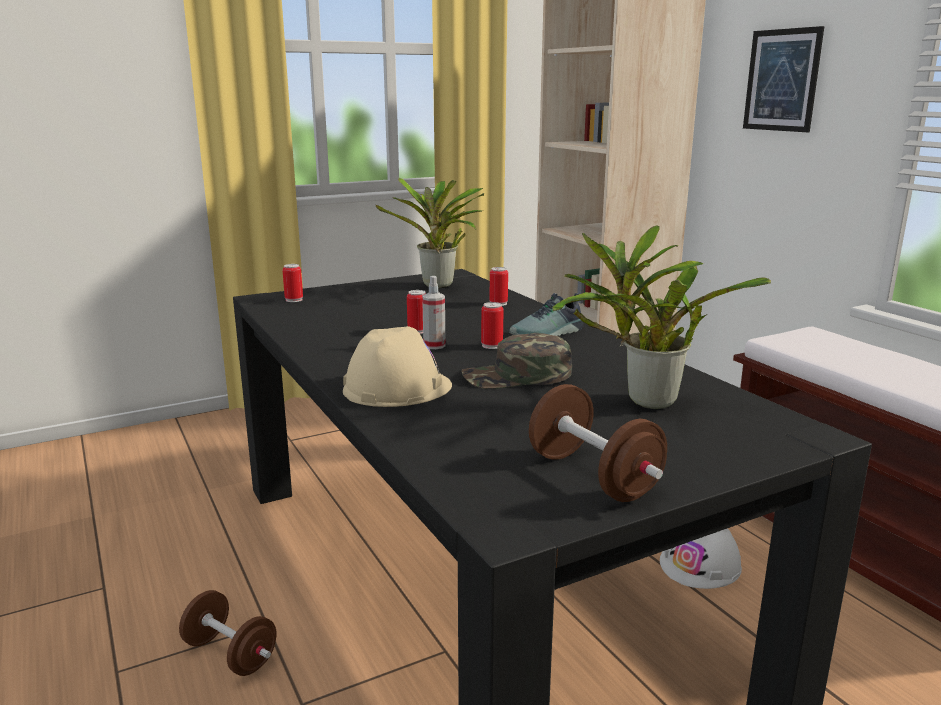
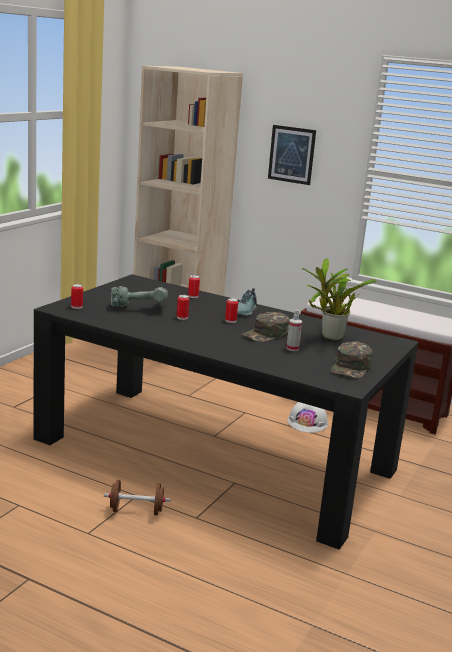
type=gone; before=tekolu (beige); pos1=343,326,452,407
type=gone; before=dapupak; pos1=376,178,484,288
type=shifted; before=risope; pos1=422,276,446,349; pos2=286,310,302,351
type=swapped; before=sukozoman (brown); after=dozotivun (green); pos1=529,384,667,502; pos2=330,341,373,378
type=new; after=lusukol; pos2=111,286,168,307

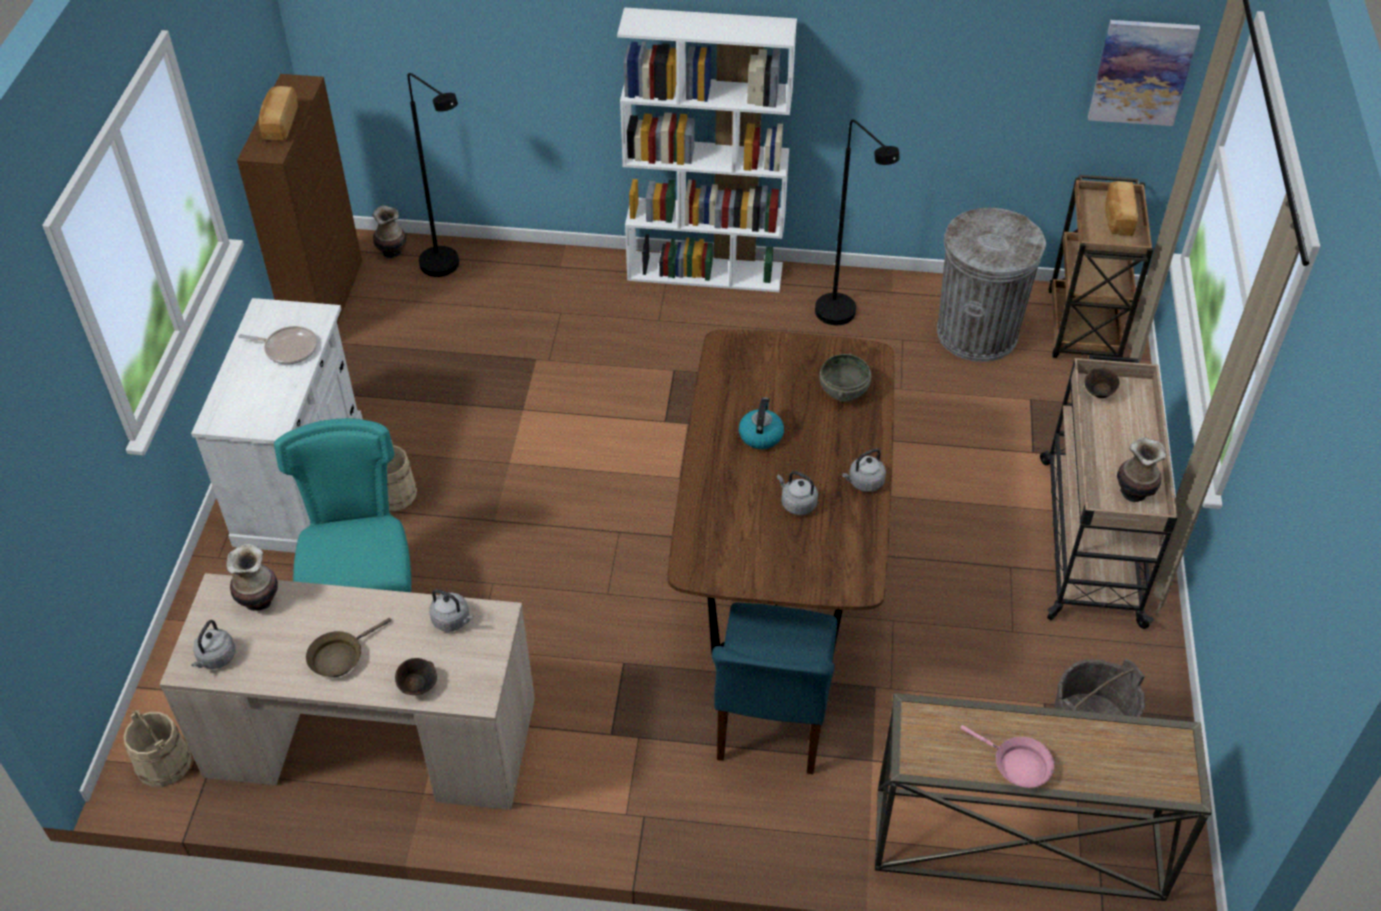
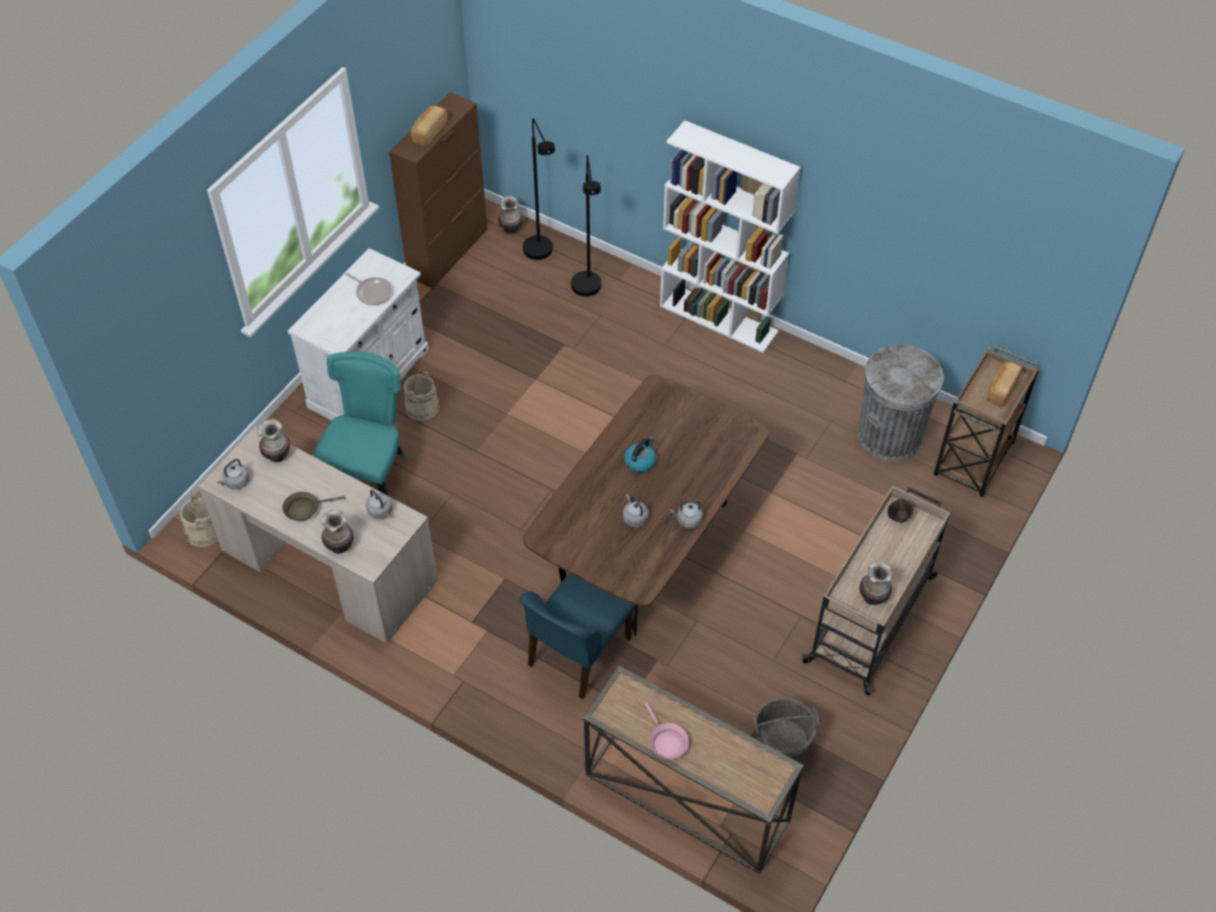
type=swapped; before=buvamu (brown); after=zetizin; pos1=395,658,437,695; pos2=321,510,354,554
type=shifted; before=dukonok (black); pos1=815,119,900,325; pos2=571,155,601,297
type=gone; before=buvamu (grey); pos1=819,354,871,402
type=gone; before=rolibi; pos1=1088,20,1200,126

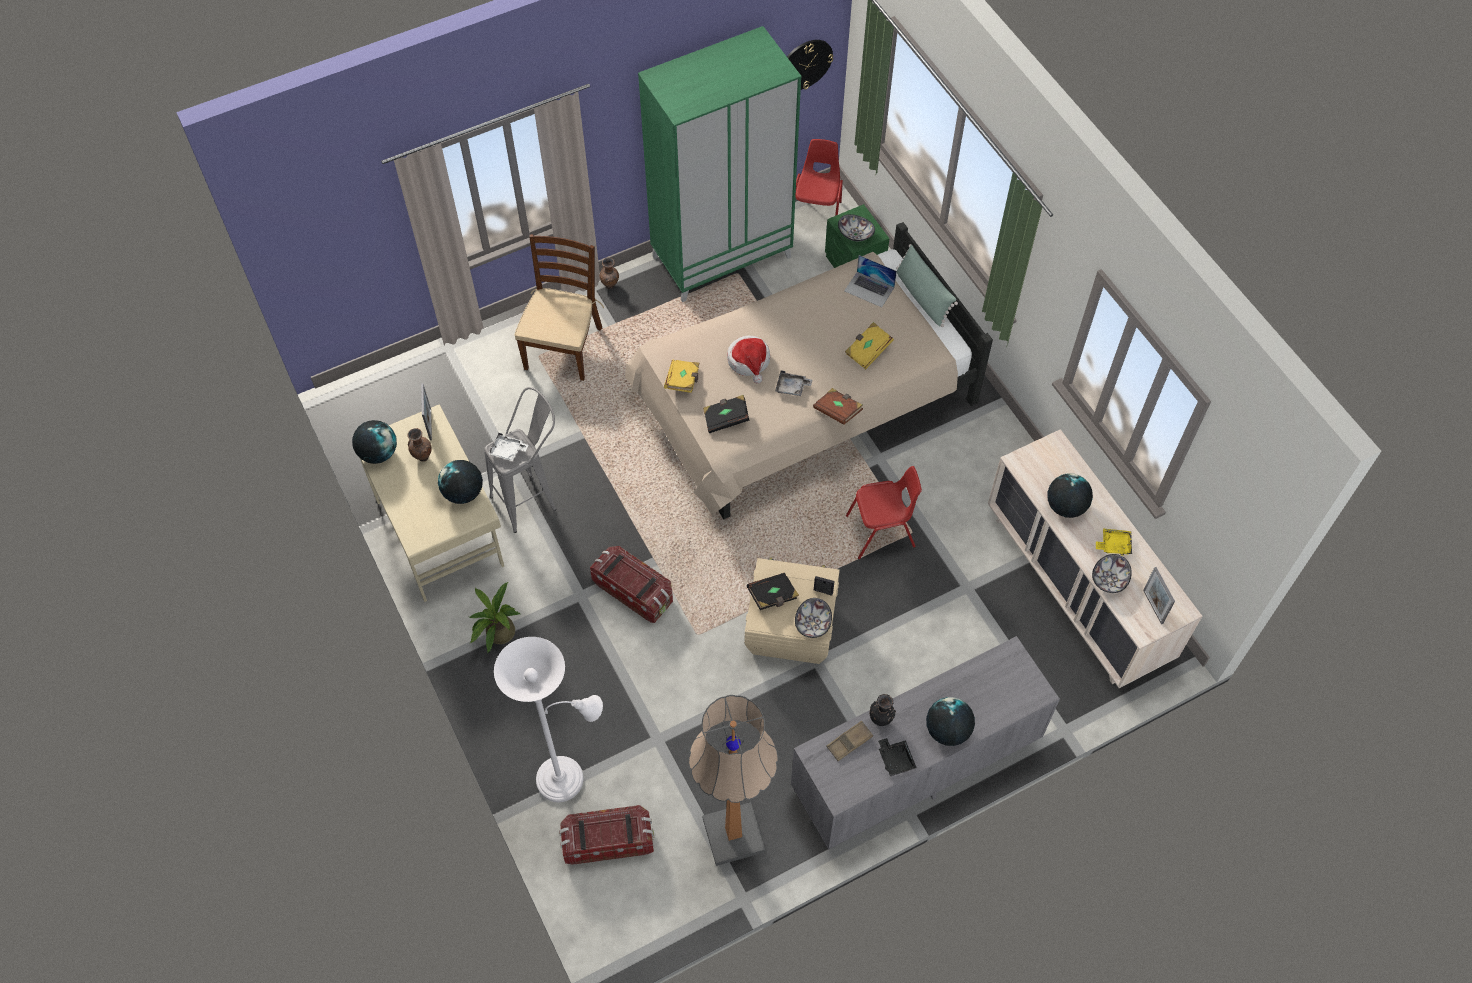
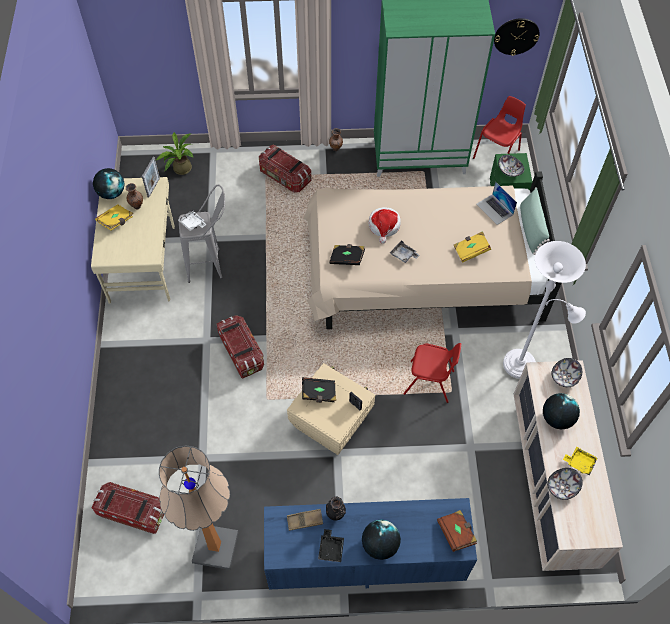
type=gone; before=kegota; pos1=438,460,483,504
type=shifted; before=dapupak; pos1=469,582,520,653; pos2=156,132,194,175
type=shifted; before=dukonok (white); pos1=494,637,603,802; pos2=503,241,586,379
type=swapped; before=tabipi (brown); after=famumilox; pos1=514,234,604,381; pos2=259,145,311,193
type=shifted; before=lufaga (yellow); pos1=664,360,700,393; pos2=95,204,133,231
type=repainted; before=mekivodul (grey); after=mekivodul (blue); pos1=791,636,1060,850; pos2=264,498,477,589
type=shifted; before=buvamu; pos1=795,598,832,638; pos2=551,358,582,387
type=shifted; before=lufaga (brown); pos1=813,388,863,425; pos2=437,510,477,552
type=gone; before=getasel; pos1=1143,567,1175,624

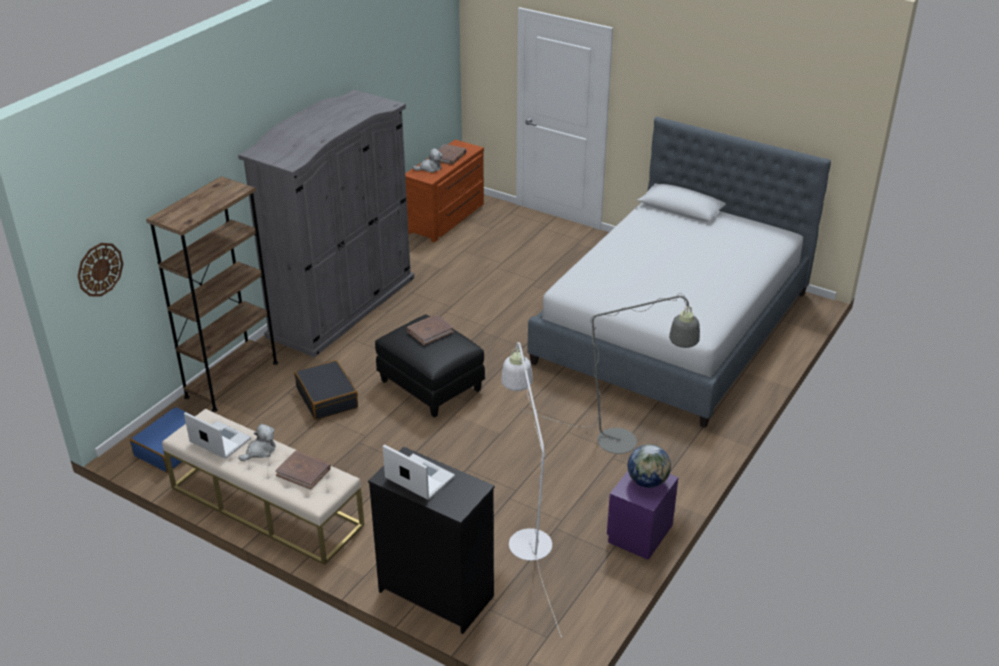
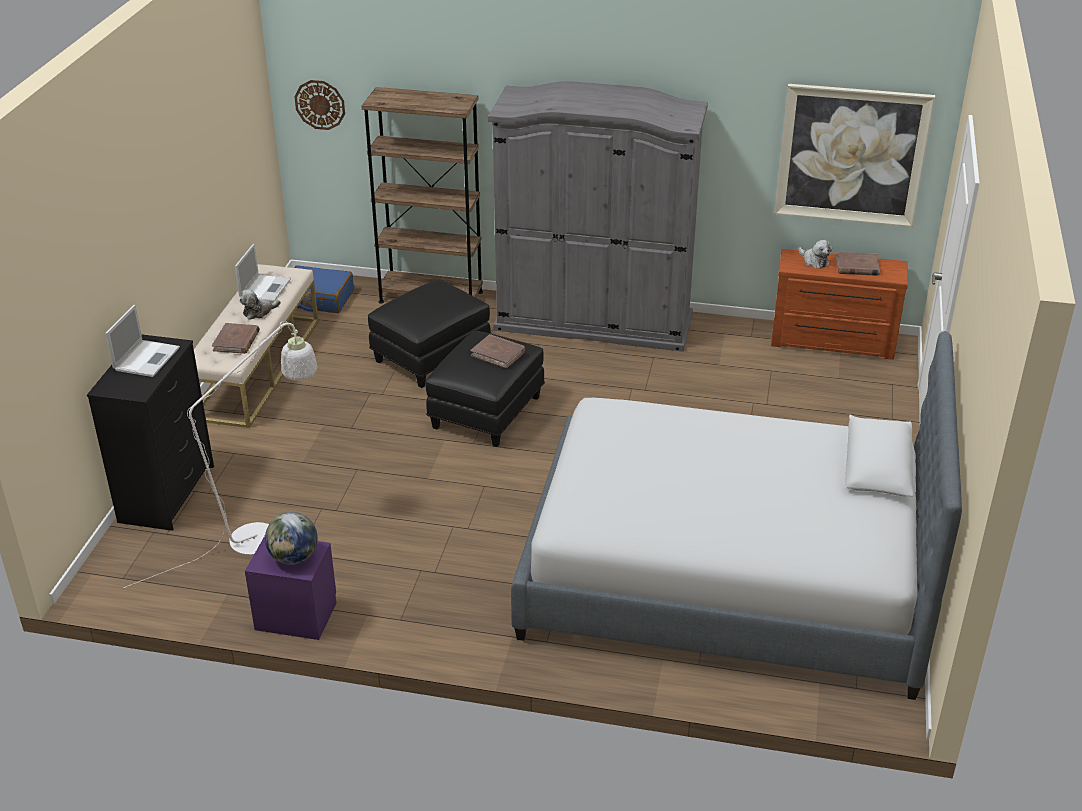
type=rotated; before=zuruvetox; pos1=239,424,276,461; pos2=240,290,281,320; turn=120
type=swapped; before=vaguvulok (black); after=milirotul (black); pos1=294,360,358,420; pos2=368,279,491,388
type=gone; before=dukonok (grey); pos1=521,293,700,454
type=new; after=rolibi; pos2=774,84,935,227

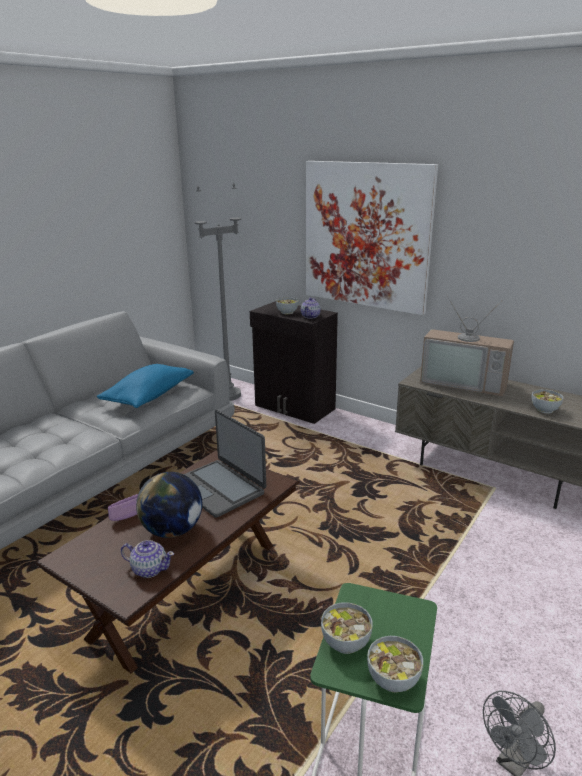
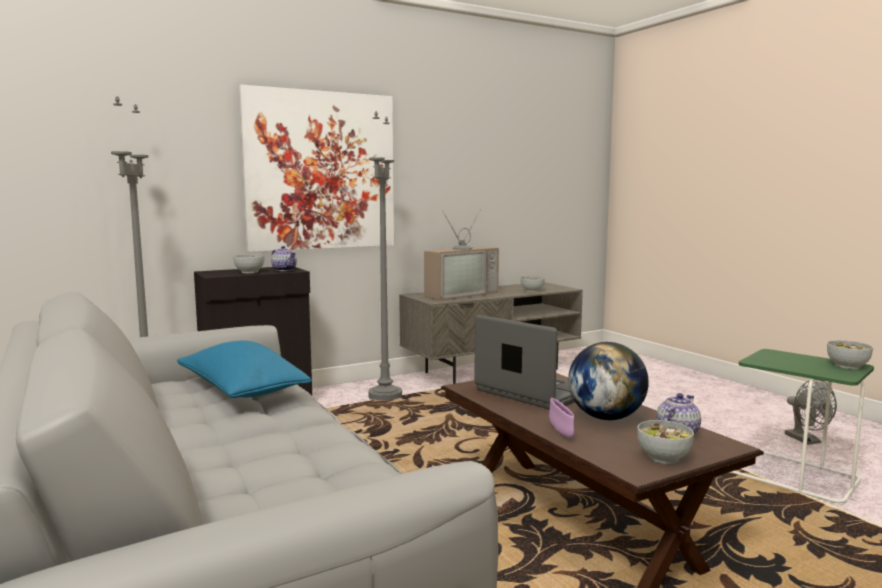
type=rotated; before=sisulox; pos1=184,410,266,518; pos2=474,315,575,409; turn=-120
type=shifted; before=buvamu; pos1=321,602,373,654; pos2=637,420,694,464
type=new; after=dukonok (grey); pos2=368,112,402,400

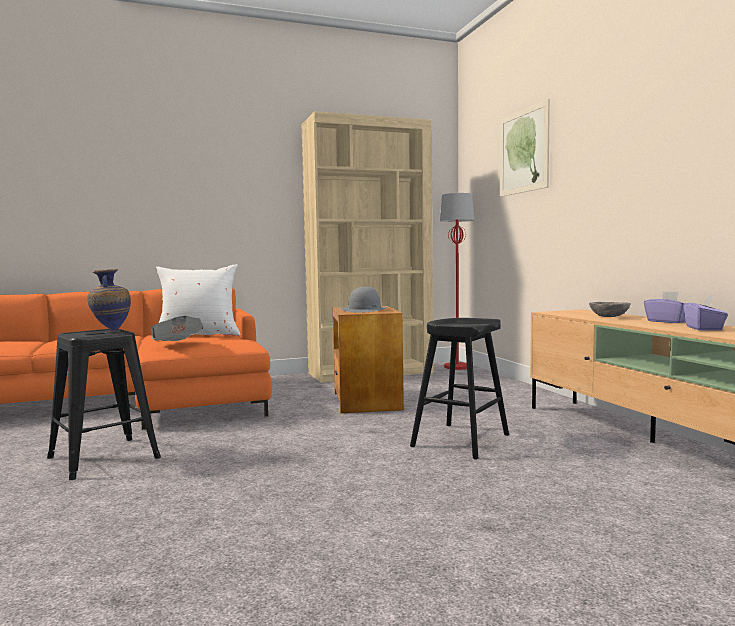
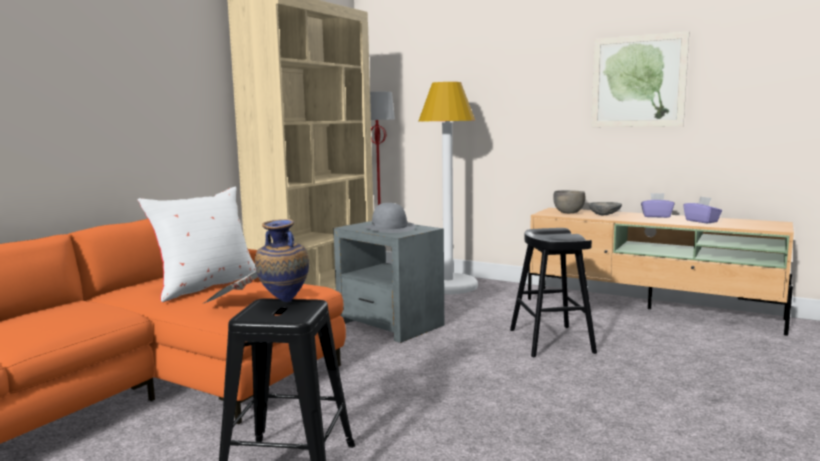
type=repainted; before=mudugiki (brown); after=mudugiki (grey); pos1=333,306,404,413; pos2=333,221,444,343
type=shifted; before=rolibi; pos1=500,99,550,197; pos2=591,31,689,127
type=new; after=dukonok (white); pos2=419,82,478,294
type=new; after=buvamu (grey); pos2=553,190,585,213

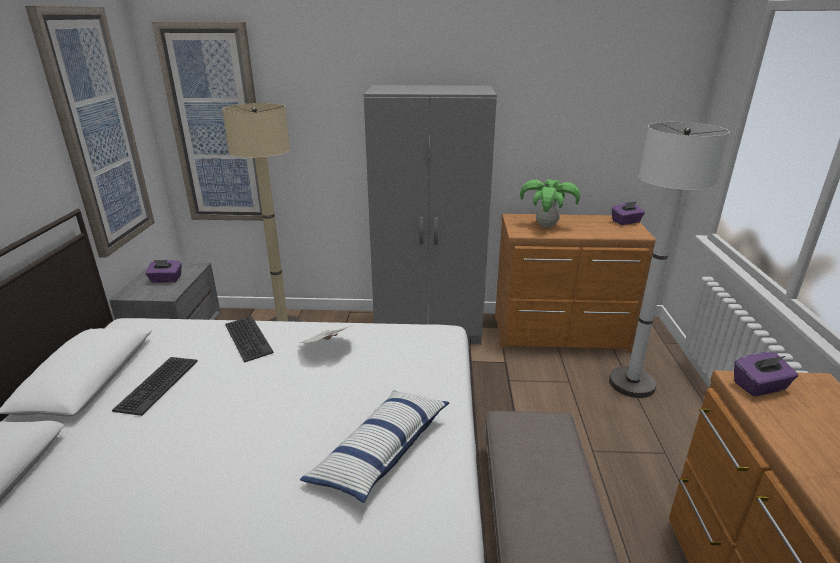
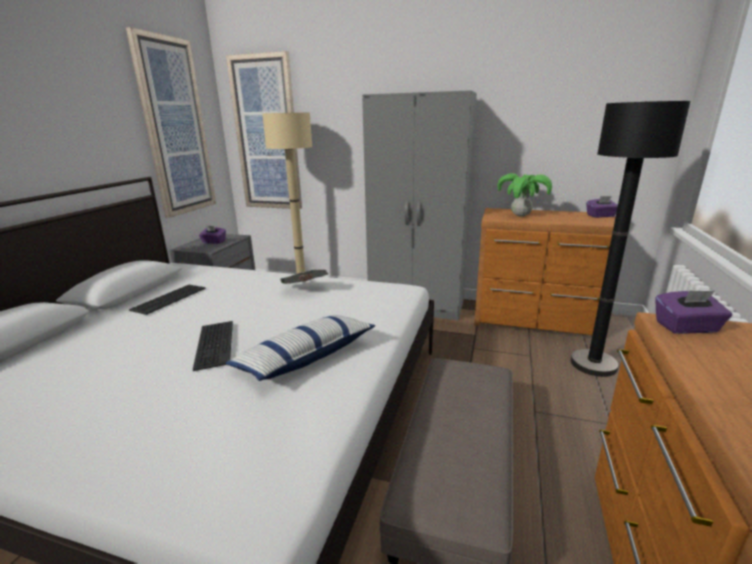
type=shifted; before=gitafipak; pos1=225,316,274,363; pos2=193,321,233,371
type=repainted; before=dukonok (white); after=dukonok (black); pos1=609,122,730,398; pos2=571,101,691,377

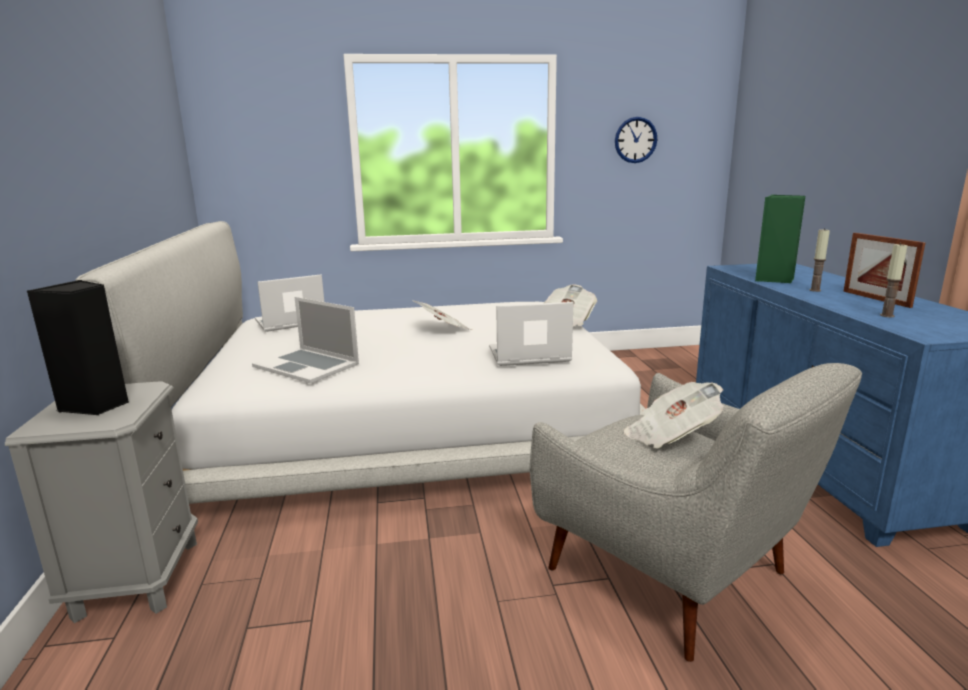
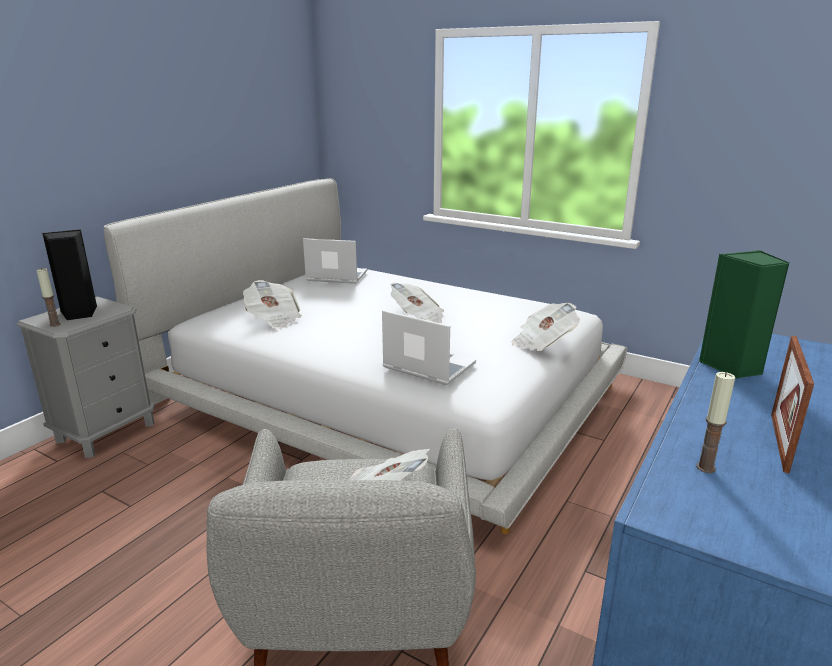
type=swapped; before=sisulox; after=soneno; pos1=252,297,359,383; pos2=243,280,302,329
type=gone; before=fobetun; pos1=615,117,657,163
type=shifted; before=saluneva; pos1=809,228,830,292; pos2=36,268,61,327

